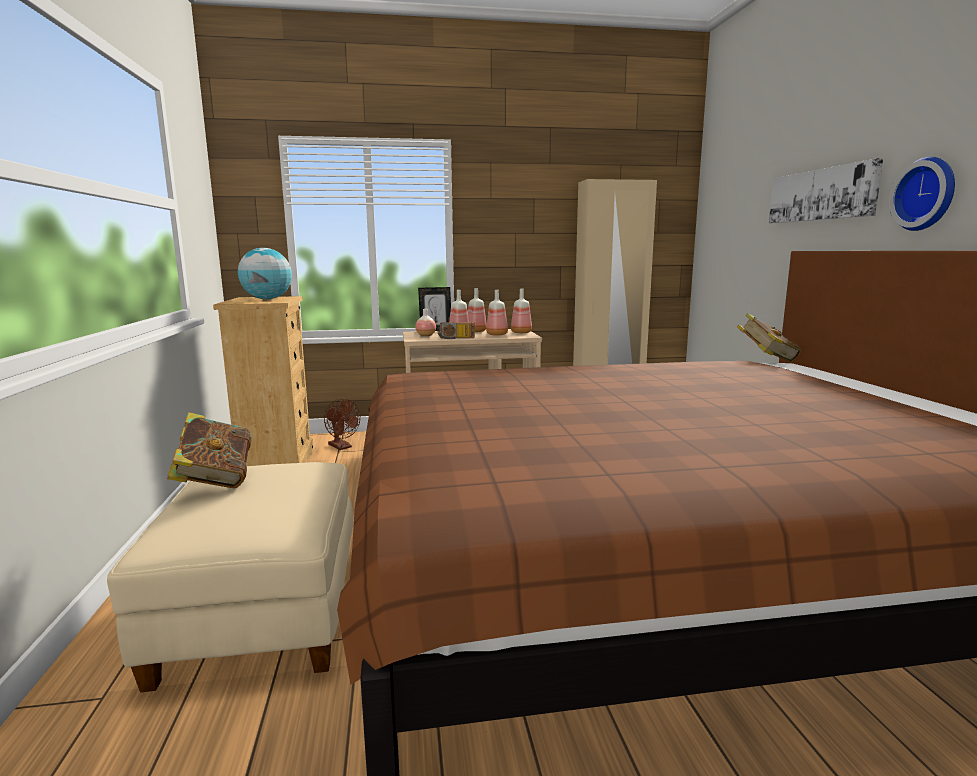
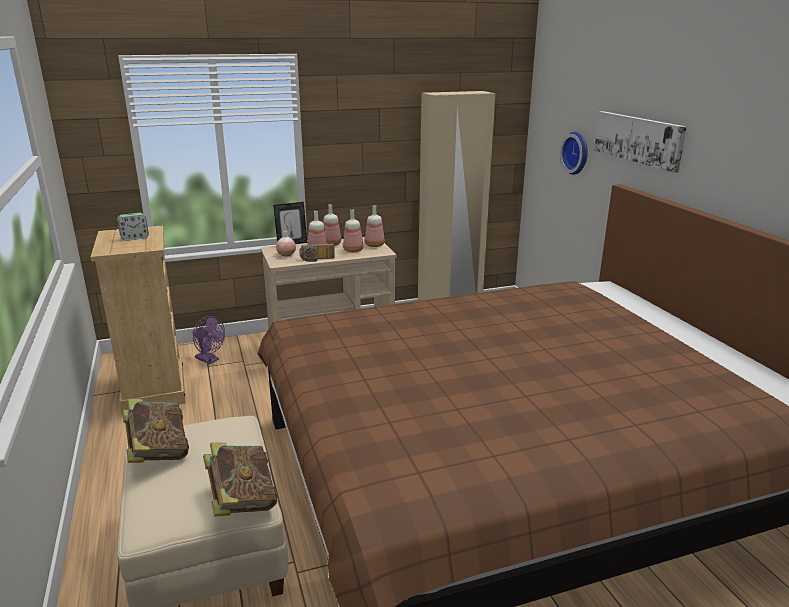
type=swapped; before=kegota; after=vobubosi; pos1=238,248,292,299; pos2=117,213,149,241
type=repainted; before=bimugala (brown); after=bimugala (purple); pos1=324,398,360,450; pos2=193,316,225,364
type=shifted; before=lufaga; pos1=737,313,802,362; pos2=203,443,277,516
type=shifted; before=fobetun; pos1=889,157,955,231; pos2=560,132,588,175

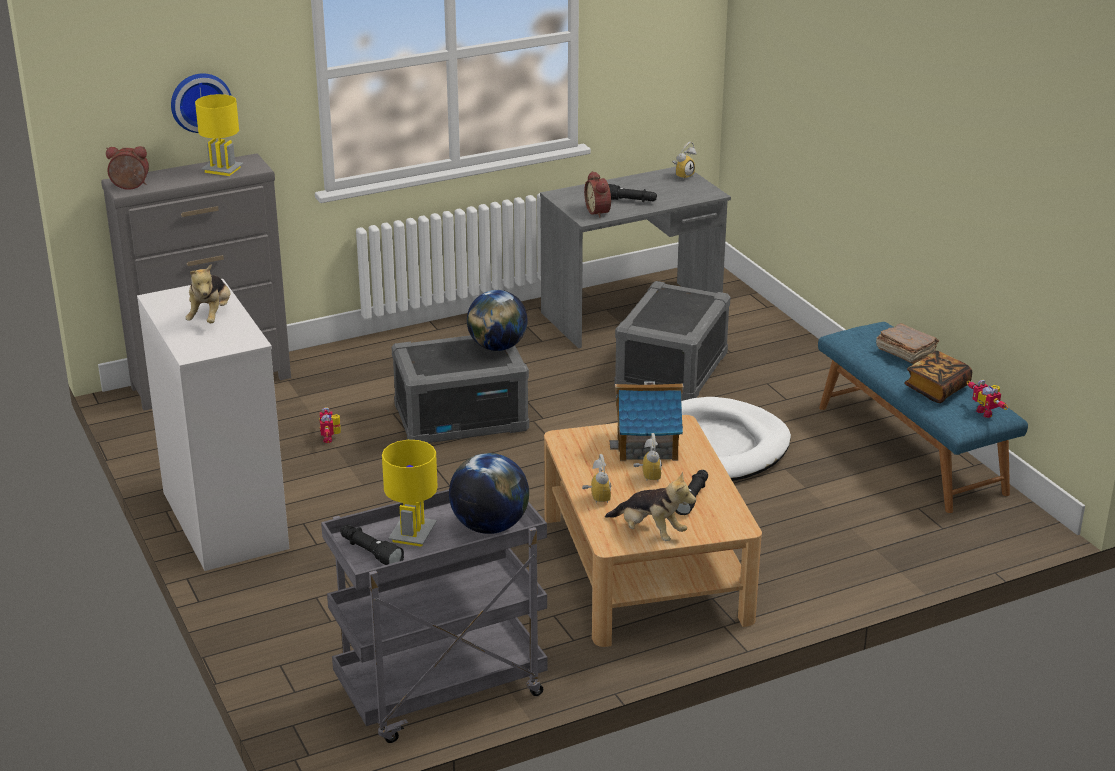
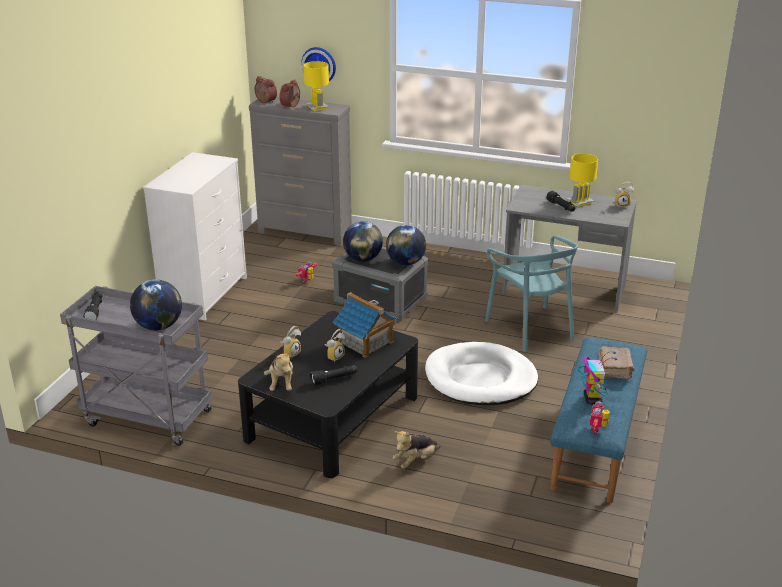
type=shifted; before=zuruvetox; pos1=185,264,230,323; pos2=393,431,441,469
type=shifted; before=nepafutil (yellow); pos1=382,440,438,547; pos2=567,154,598,207
type=repainted; before=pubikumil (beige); after=pubikumil (black); pos1=544,415,762,647; pos2=238,311,418,478
type=shifted; before=vobubosi; pos1=584,171,611,218; pos2=279,80,300,109
type=swapped; before=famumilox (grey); after=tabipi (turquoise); pos1=614,281,730,401; pos2=485,235,578,352
type=swapped; before=lufaga; after=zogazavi; pos1=904,351,972,403; pos2=578,351,617,404
type=new; after=kegota; pos2=343,221,383,261

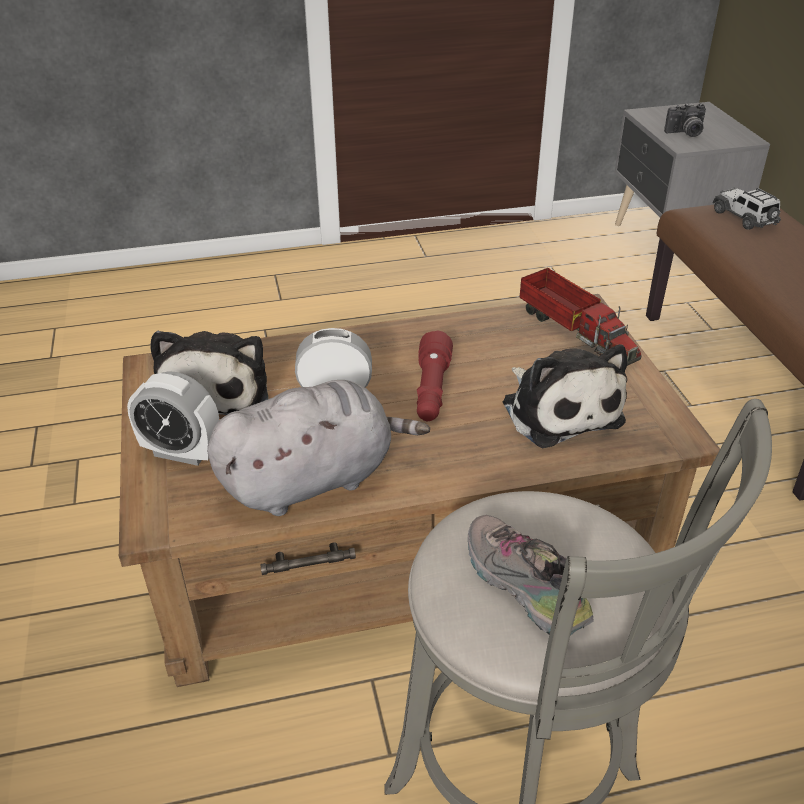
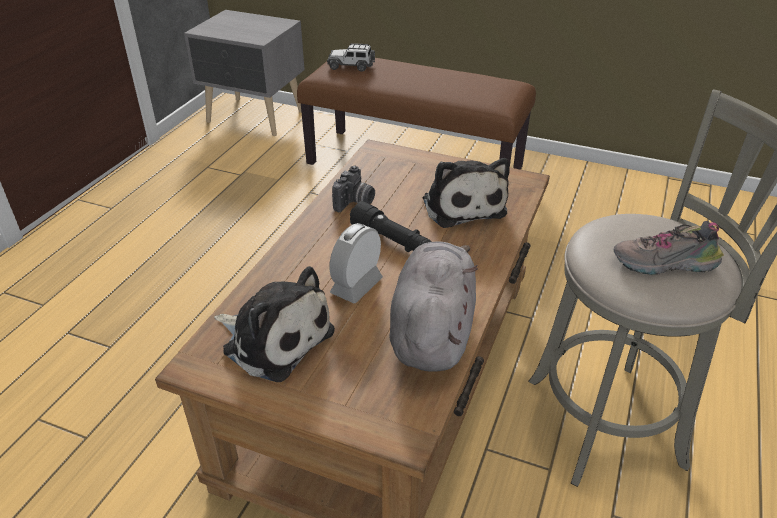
type=gone; before=vobubosi; pos1=127,371,219,466
type=repainted; before=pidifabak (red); after=pidifabak (black); pos1=417,330,453,421; pos2=350,201,432,252
type=rotated; before=zuruvetox; pos1=503,344,627,448; pos2=423,158,510,228; turn=60
type=gone; before=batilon; pos1=519,268,642,366
type=shifted; before=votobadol; pos1=664,103,706,137; pos2=332,166,375,212

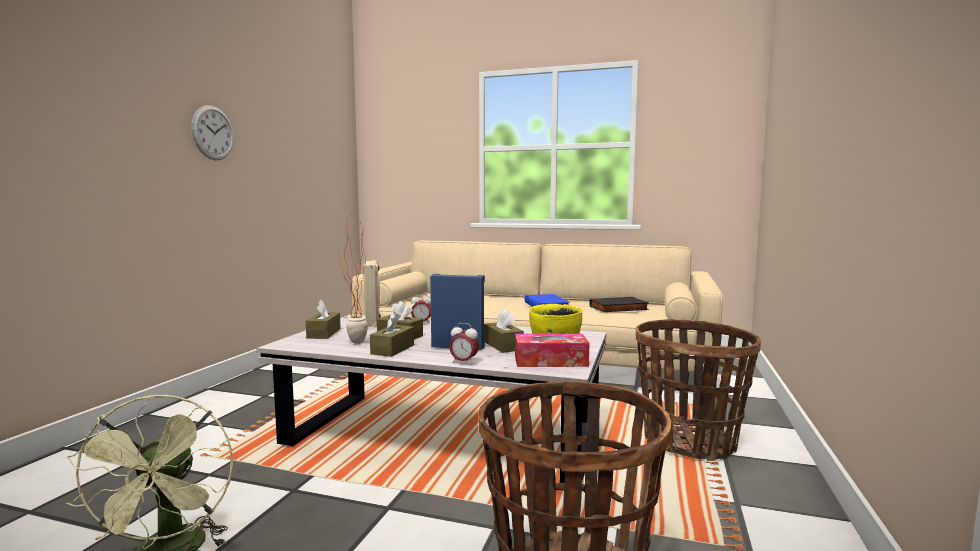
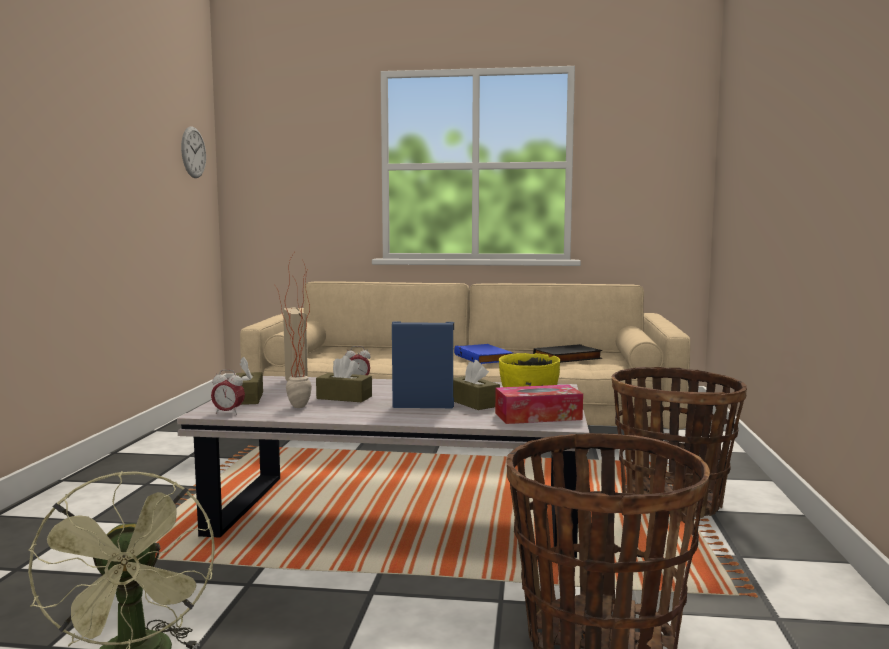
type=shifted; before=fobetun; pos1=191,105,234,160; pos2=181,127,206,178
type=gone; before=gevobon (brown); pos1=370,312,414,357
type=shifted; before=vobubosi; pos1=449,323,479,365; pos2=211,370,245,415

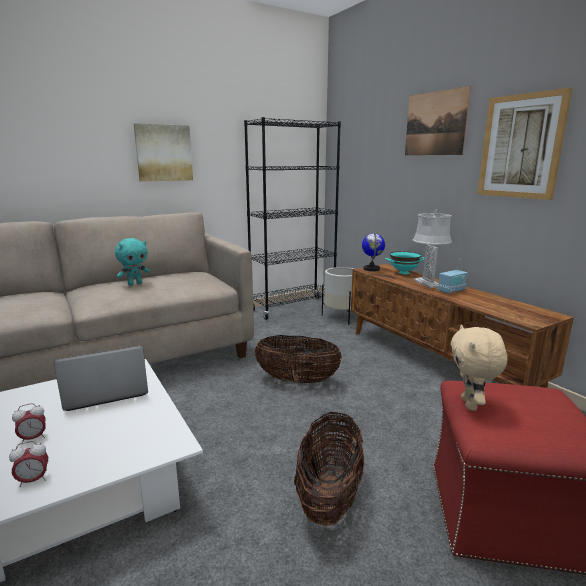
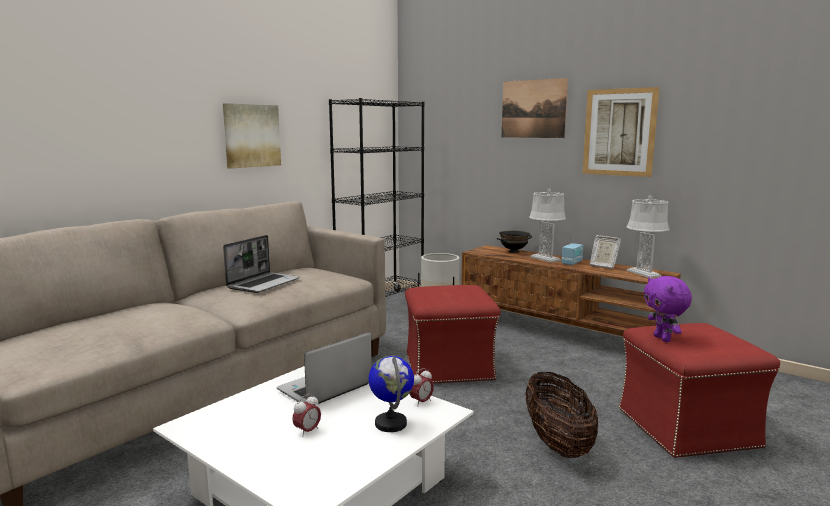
type=shifted; before=vobubosi; pos1=9,441,48,487; pos2=409,368,434,407
type=swapped; before=zuruvetox (turquoise); after=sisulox; pos1=115,238,150,286; pos2=223,235,300,293
type=swapped; before=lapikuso; after=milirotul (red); pos1=254,335,342,383; pos2=405,285,501,384
type=shifted; before=kegota; pos1=362,231,385,271; pos2=369,356,414,432
type=repainted; before=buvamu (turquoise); after=buvamu (black); pos1=385,251,424,275; pos2=497,231,532,253
type=repainted; before=zuruvetox (beige); after=zuruvetox (purple); pos1=451,325,507,411; pos2=644,276,692,342
type=new; after=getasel; pos2=590,235,621,269
type=new; after=nepafutil (grey); pos2=626,195,670,278

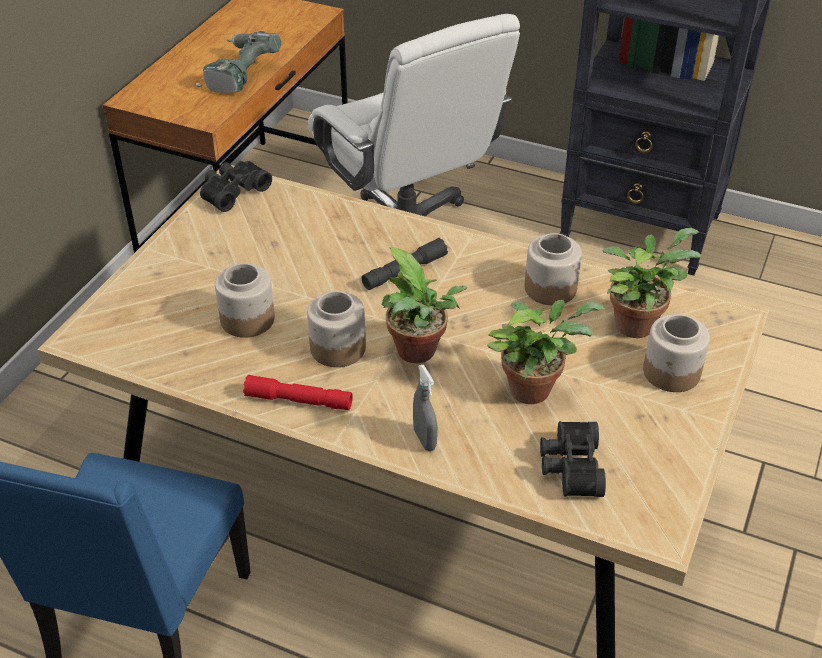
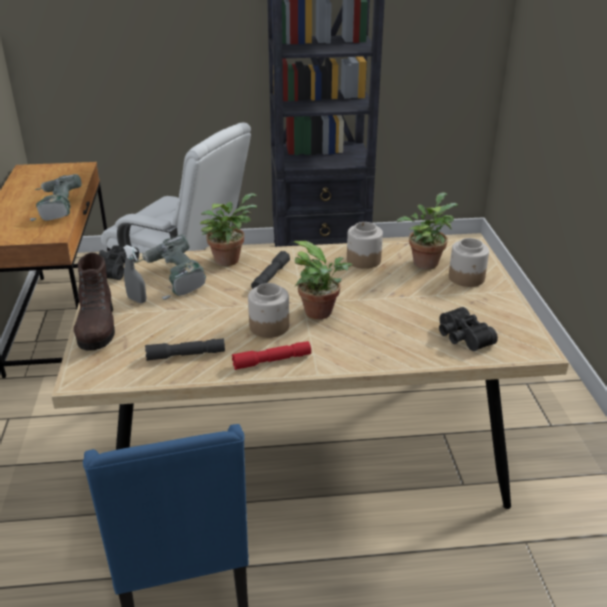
type=gone; before=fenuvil; pos1=215,263,275,338
type=shifted; before=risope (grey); pos1=413,365,438,451; pos2=123,245,146,303
type=shifted; before=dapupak; pos1=487,300,605,404; pos2=200,193,257,266
type=new; after=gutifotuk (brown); pos2=74,253,115,351
type=new; after=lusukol; pos2=134,235,206,300
type=new; after=pidifabak (grey); pos2=145,339,225,361

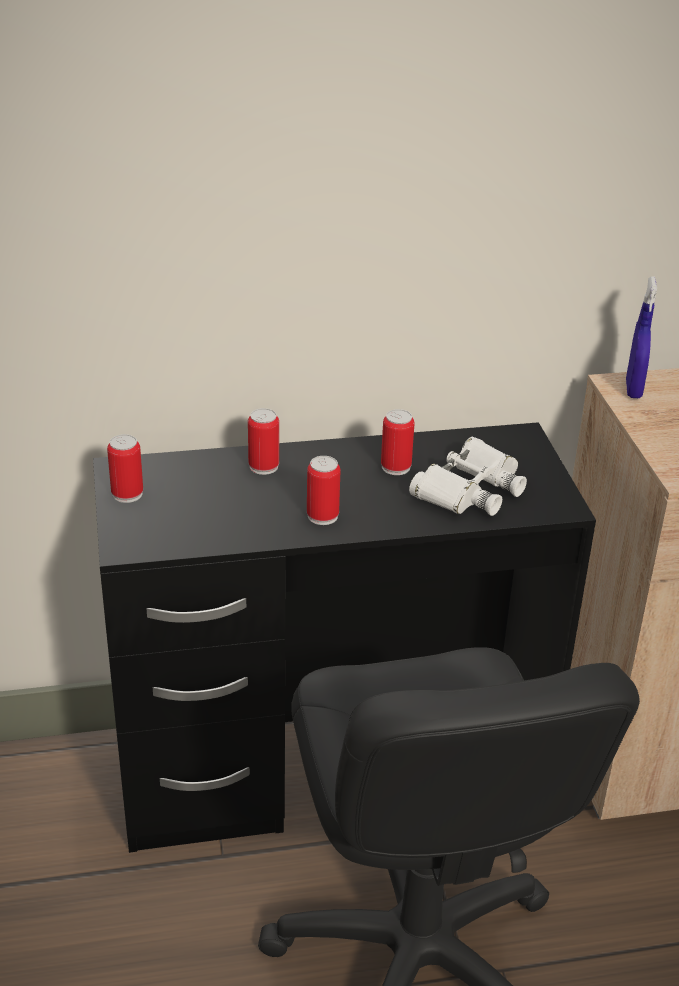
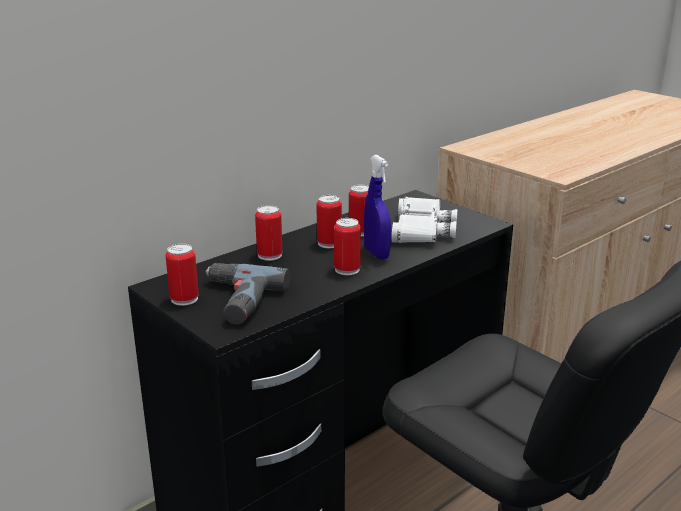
type=shifted; before=risope (blue); pos1=626,276,657,398; pos2=364,155,391,260
type=new; after=lusukol; pos2=206,263,290,324
type=new; after=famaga; pos2=316,195,342,248

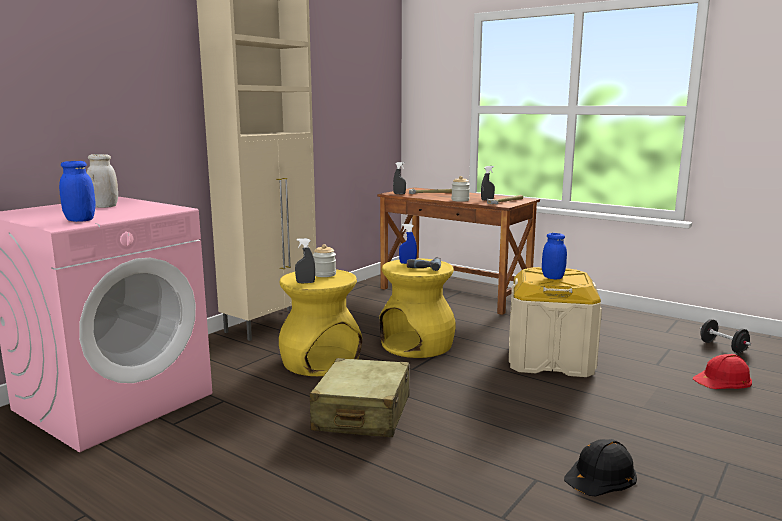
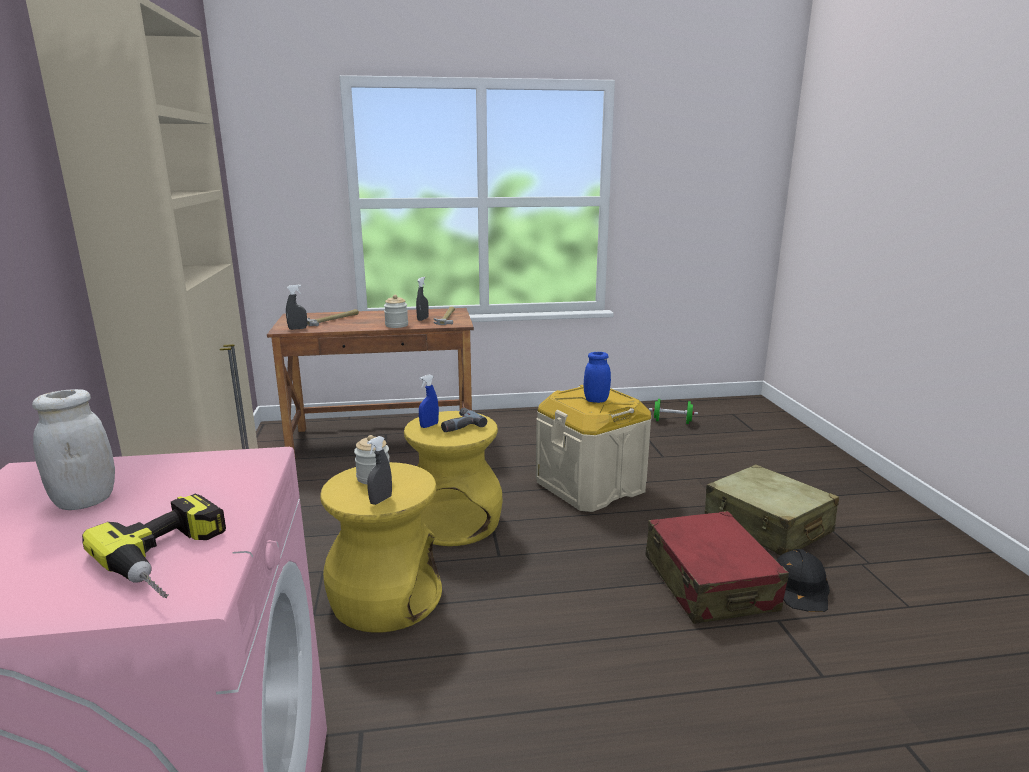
type=swapped; before=fenuvil (blue); after=lusukol; pos1=59,161,95,222; pos2=82,494,226,599
type=shifted; before=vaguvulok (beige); pos1=310,358,410,437; pos2=705,464,839,556
type=gone; before=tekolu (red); pos1=693,354,752,389
type=repainted; before=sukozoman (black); after=sukozoman (green); pos1=700,319,751,353; pos2=649,399,698,424
type=new; after=vaguvulok (red); pos2=645,511,789,624

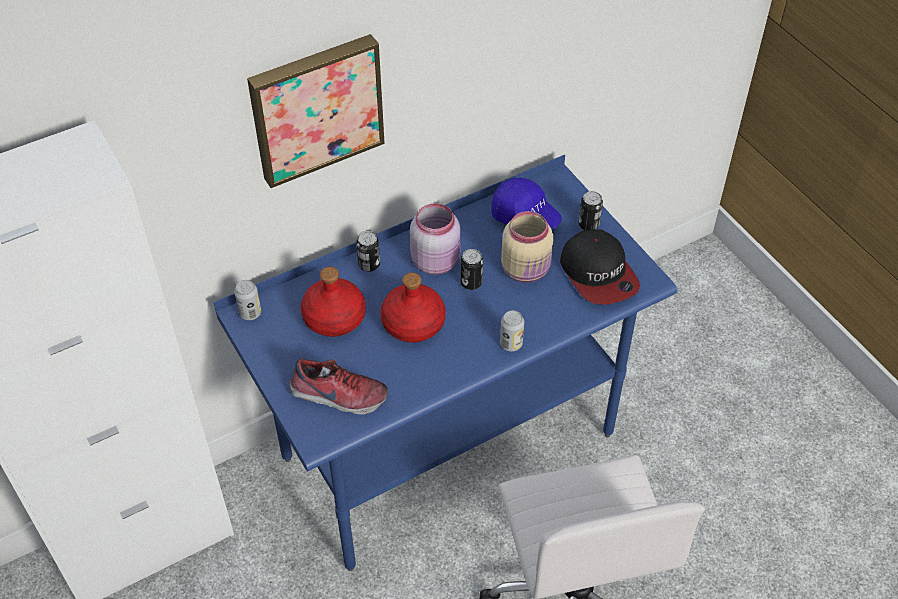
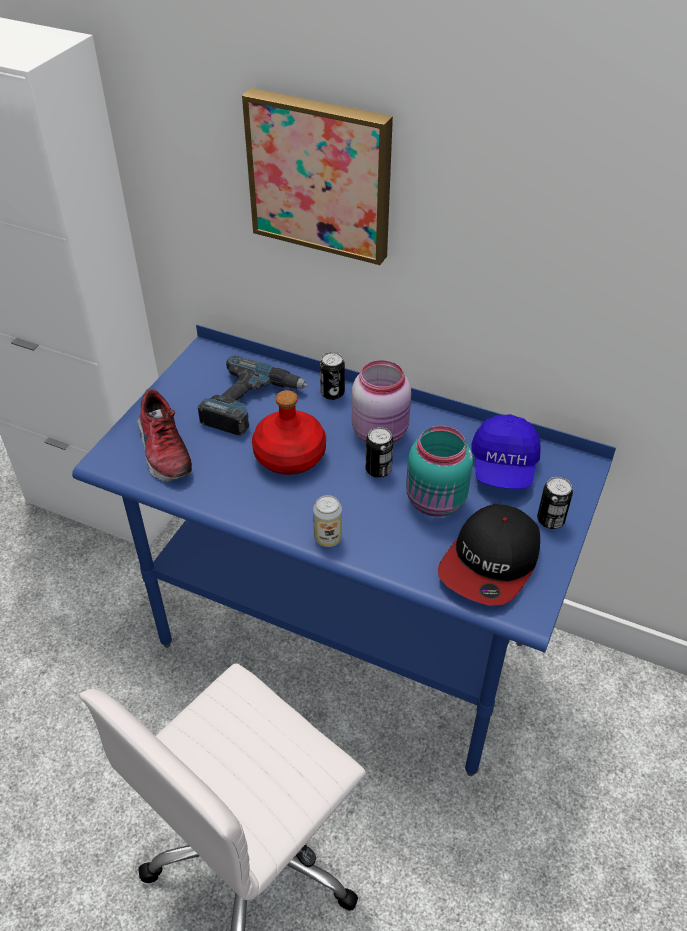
type=gone; before=famaga; pos1=234,280,261,320
type=swapped; before=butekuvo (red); after=lusukol; pos1=301,267,366,337; pos2=198,356,308,436
type=repainted; before=fenuvil (beige); after=fenuvil (turquoise); pos1=501,211,553,283; pos2=406,426,473,517

